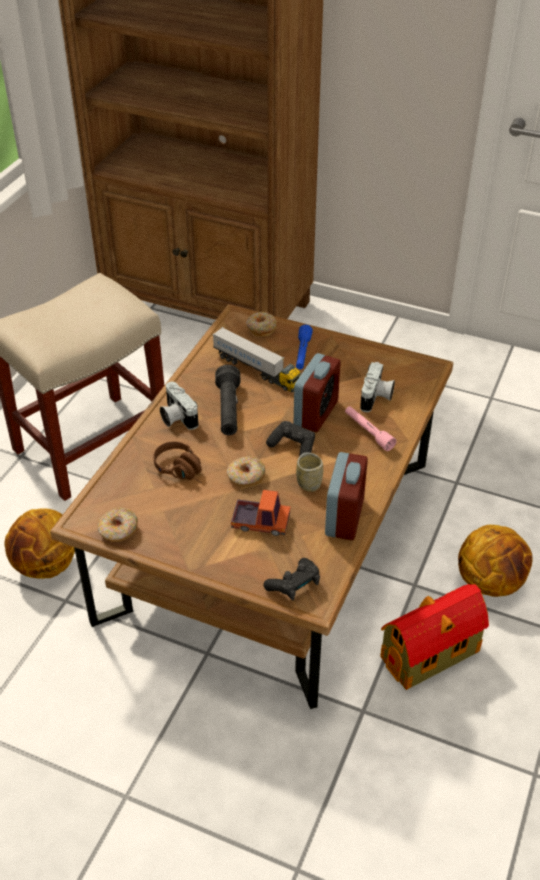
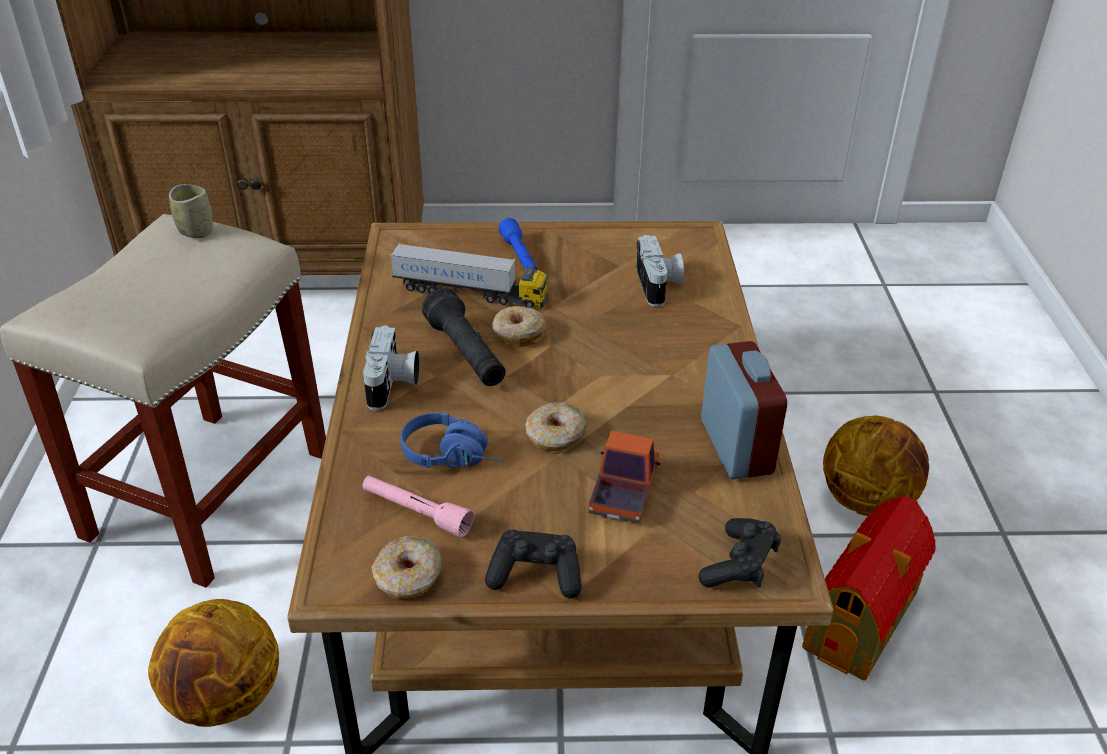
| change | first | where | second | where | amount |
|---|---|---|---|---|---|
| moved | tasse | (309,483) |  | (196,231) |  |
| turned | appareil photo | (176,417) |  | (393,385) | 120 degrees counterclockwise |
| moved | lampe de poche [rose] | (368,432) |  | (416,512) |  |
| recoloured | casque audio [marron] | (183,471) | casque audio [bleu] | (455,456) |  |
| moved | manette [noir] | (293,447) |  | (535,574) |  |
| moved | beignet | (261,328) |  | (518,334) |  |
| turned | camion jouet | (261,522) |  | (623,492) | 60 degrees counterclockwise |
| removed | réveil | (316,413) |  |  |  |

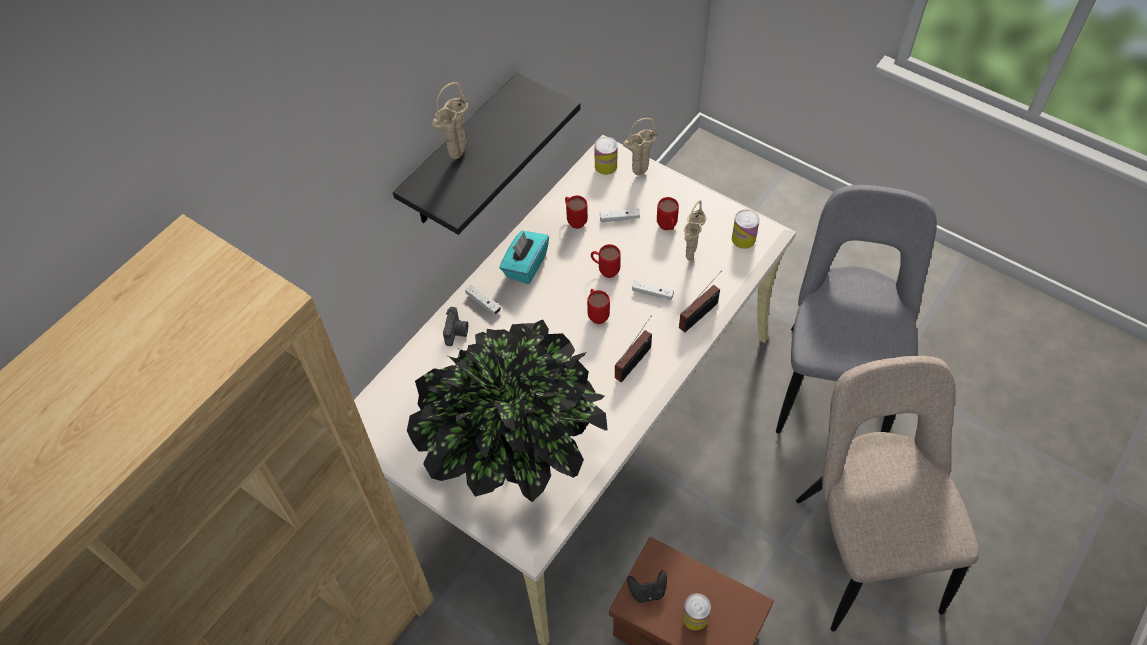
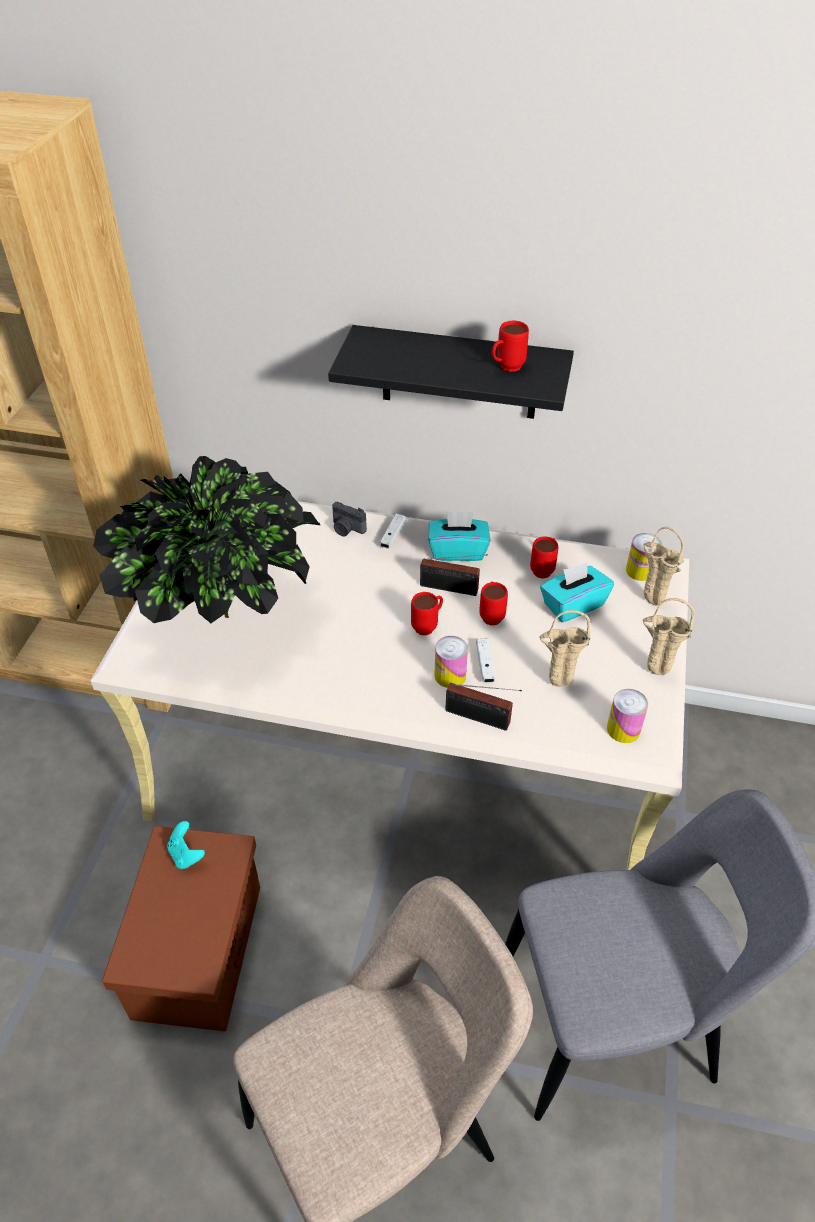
| change | first | where | second | where | amount |
|---|---|---|---|---|---|
| recoloured | manette [noir] | (647,591) | manette [turquoise] | (186,854) |  |
| turned | appareil photo | (457,332) |  | (346,529) | 45 degrees clockwise |
| moved | radio | (635,361) |  | (452,589) |  |
| moved | boîte métallique | (695,617) |  | (450,675) |  |
| moved | mug [rouge] | (667,228) |  | (506,368) |  |
| replaced | manette [blanc] | (619,218) | boîte à mouchoirs [turquoise] | (573,604) |  |
| moved | vase [beige] | (457,157) |  | (654,672) |  |

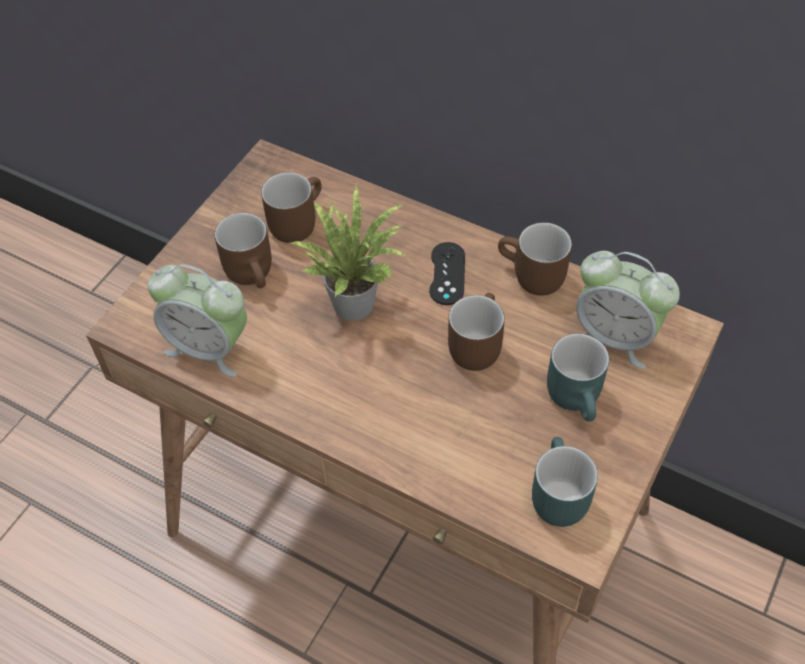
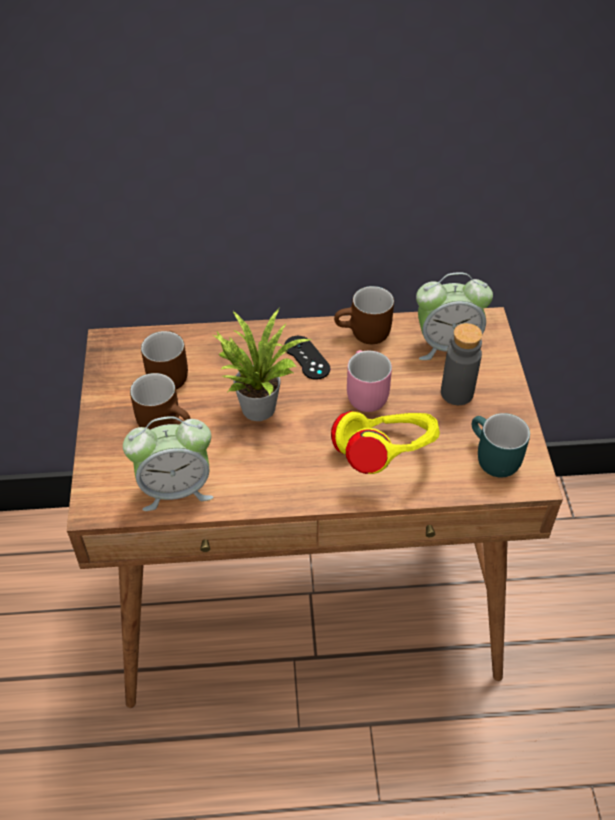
| change | first | where | second | where | amount |
|---|---|---|---|---|---|
| added |  |  | casque audio [jaune] | (385,457) |  |
| recoloured | mug [marron] | (473,344) | mug [rose] | (362,393) |  |
| replaced | mug [turquoise] | (579,398) | bouteille [gris] | (457,393) |  |

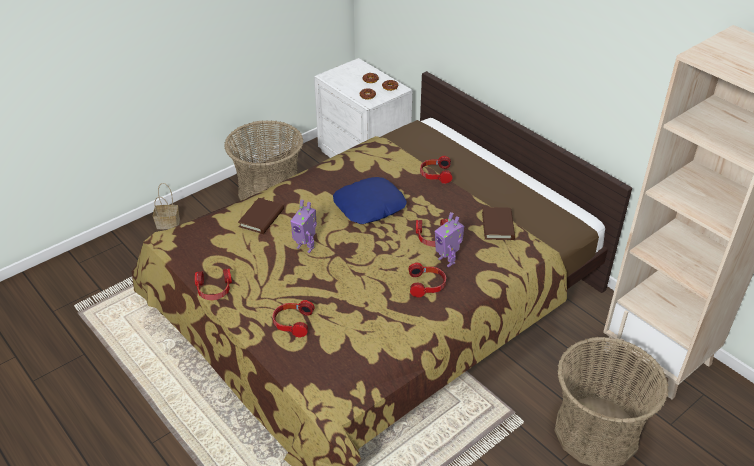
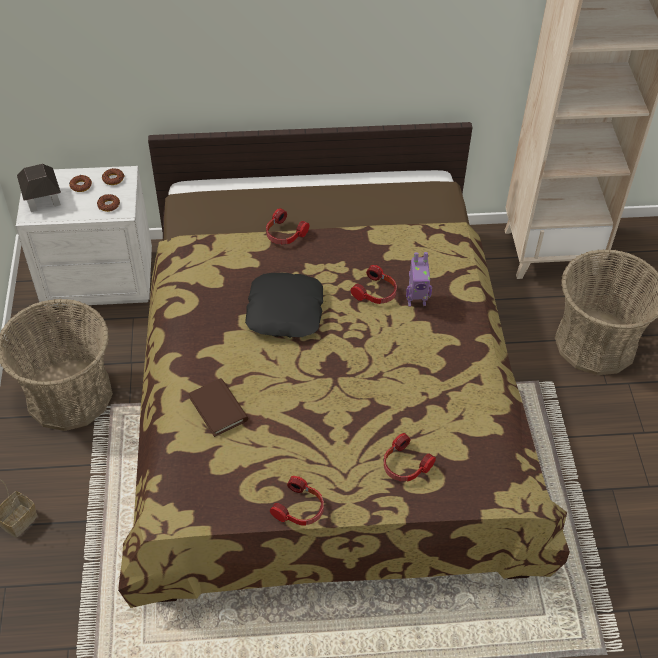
| change | first | where | second | where | amount |
|---|---|---|---|---|---|
| added |  |  | maison miniature | (42,200) |  |
| recoloured | coussin [bleu] | (370,207) | coussin [noir] | (285,311) |  |
| removed | robot jouet | (306,247) |  |  |  |
| removed | casque audio | (427,285) |  |  |  |
| removed | livre [marron] | (498,226) |  |  |  |

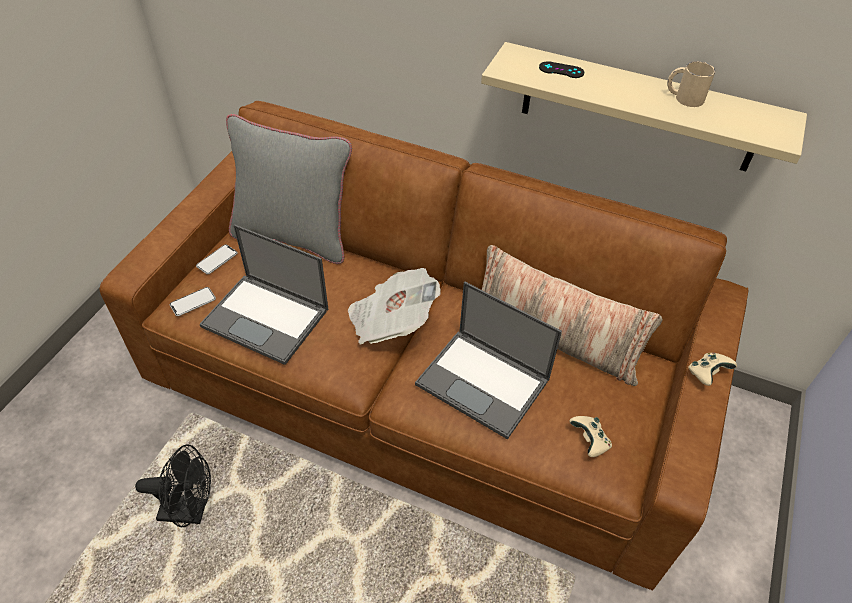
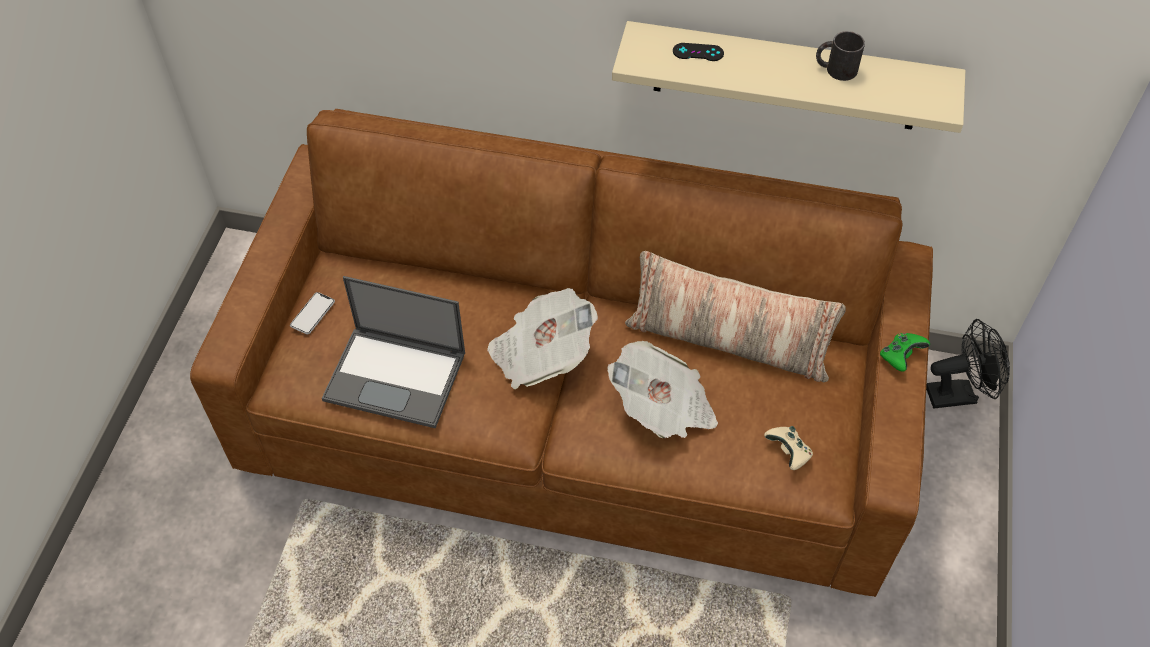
| change | first | where | second | where | amount |
|---|---|---|---|---|---|
| replaced | ordinateur portable | (484,382) | journal | (663,408) |  |
| recoloured | mug [beige] | (683,97) | mug [noir] | (835,69) |  |
| recoloured | manette [beige] | (707,374) | manette [vert] | (900,357) |  |
| moved | ventilateur [noir] | (190,511) |  | (958,394) |  |
| removed | téléphone | (193,302) |  |  |  |
| removed | coussin [gris] | (294,236) |  |  |  |

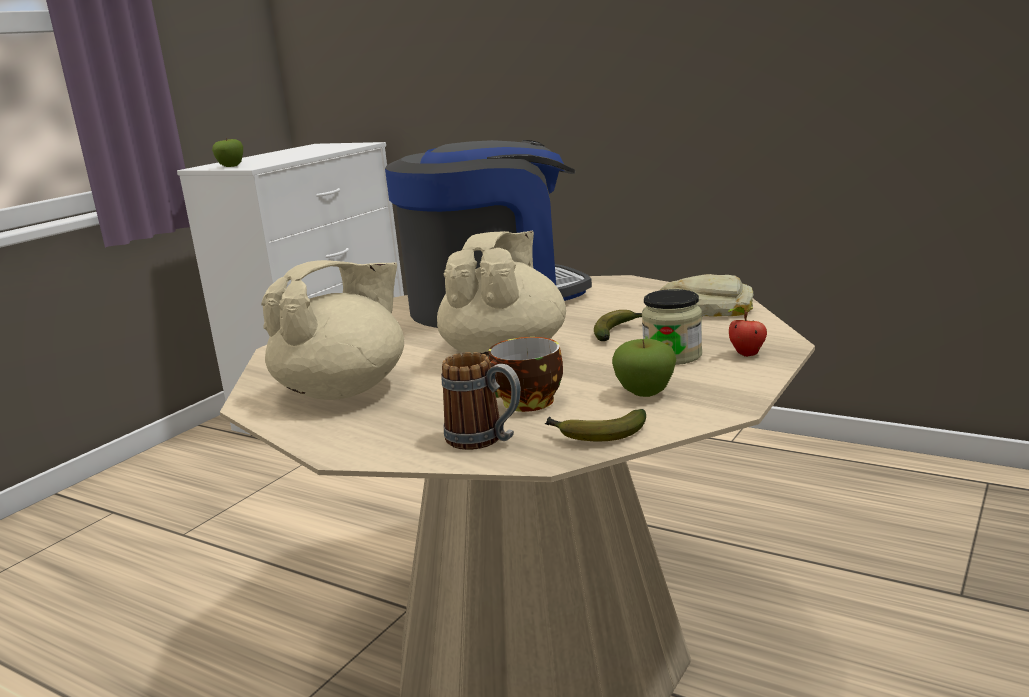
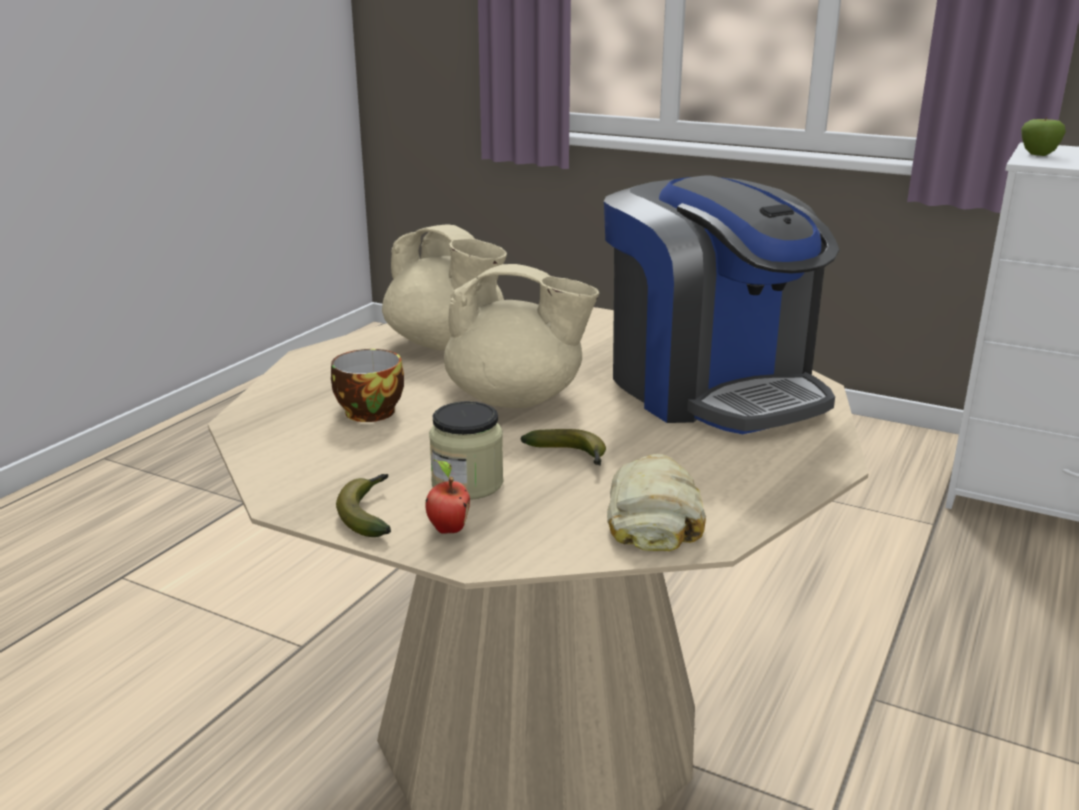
| change | first | where | second | where | amount |
|---|---|---|---|---|---|
| moved | banane | (595,435) |  | (369,513) |  |
| removed | mug | (485,440) |  |  |  |
| removed | pomme | (645,393) |  |  |  |

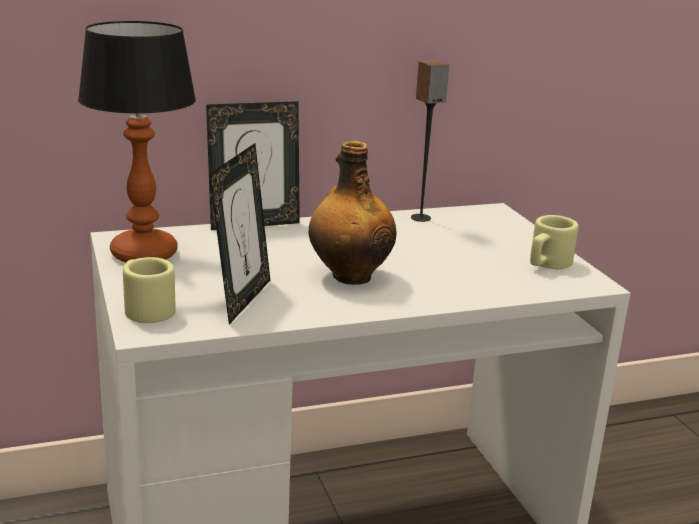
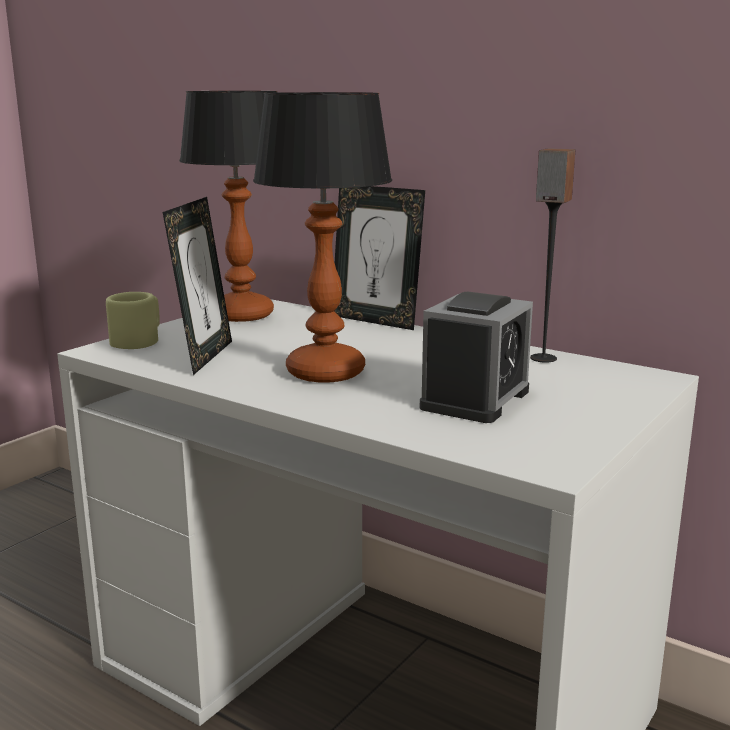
| change | first | where | second | where | amount |
|---|---|---|---|---|---|
| turned | cadre photo | (242,299) |  | (204,356) | 60 degrees counterclockwise |
| replaced | bouteille | (350,276) | lampe de table | (326,371) |  |
| added |  |  | réveil | (475,399) |  |
| removed | mug [beige] | (547,264) |  |  |  |

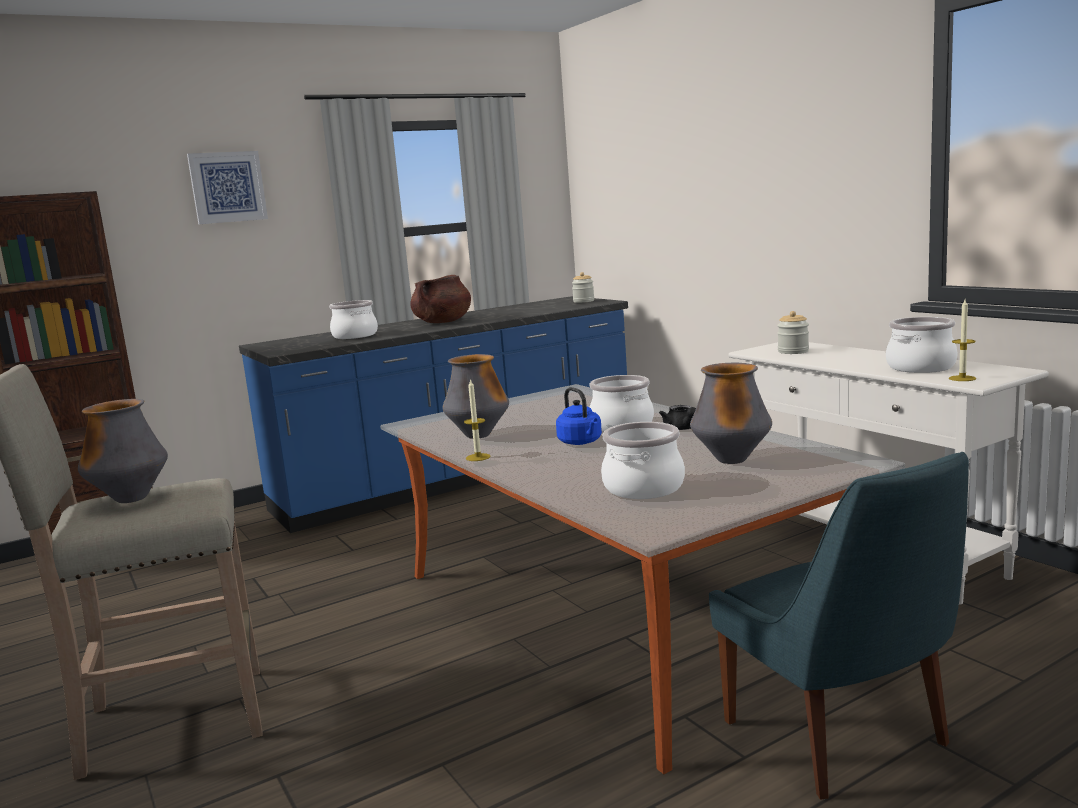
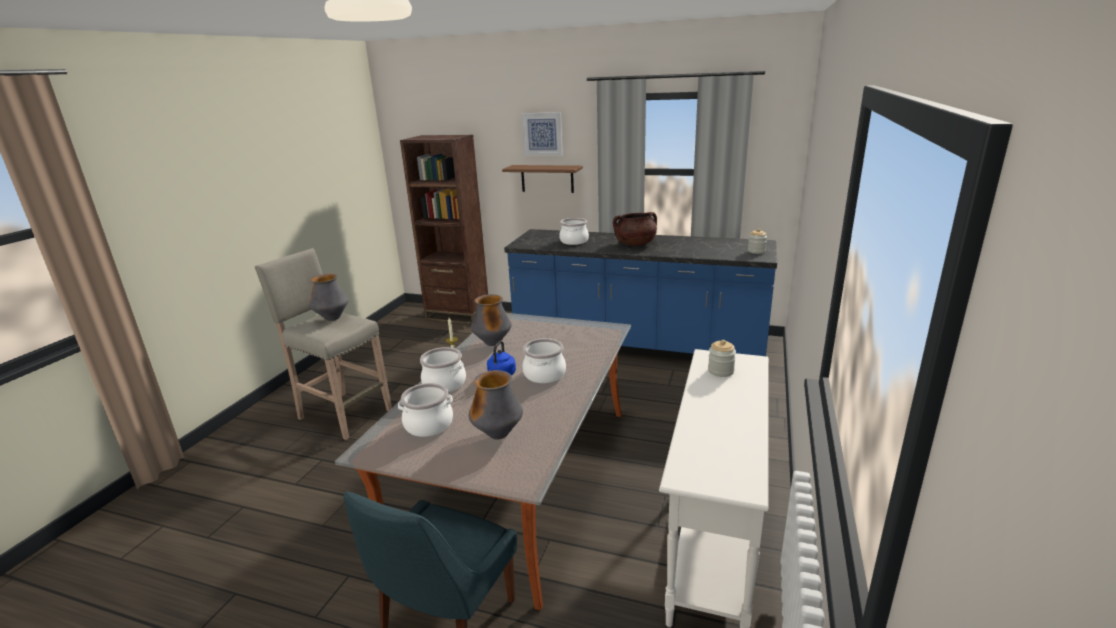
| change | first | where | second | where | amount |
|---|---|---|---|---|---|
| moved | marmite | (920,367) |  | (444,383) |  |
| added |  |  | étagère [marron] | (547,178) |  |
| removed | théière [noir] | (682,428) |  |  |  |
| removed | bougie | (962,378) |  |  |  |

